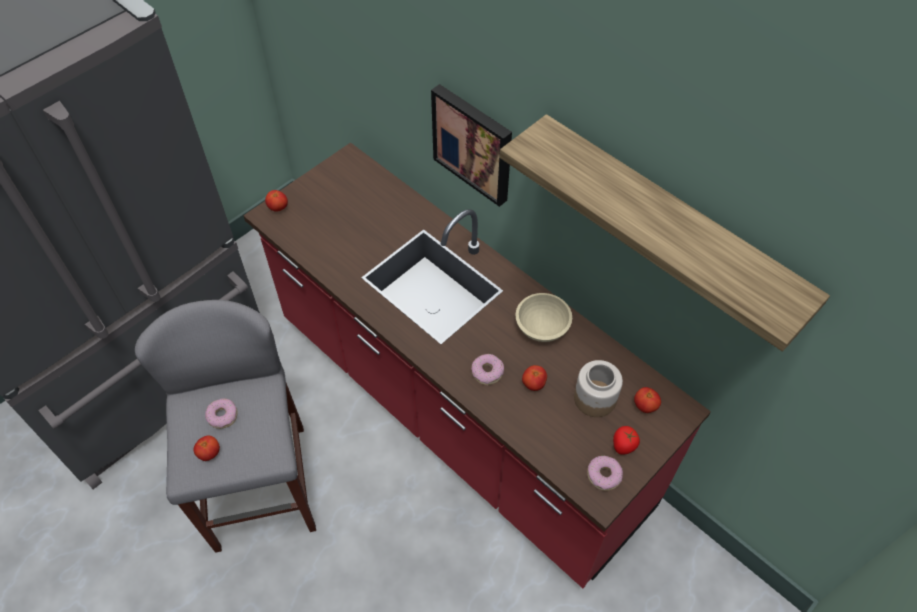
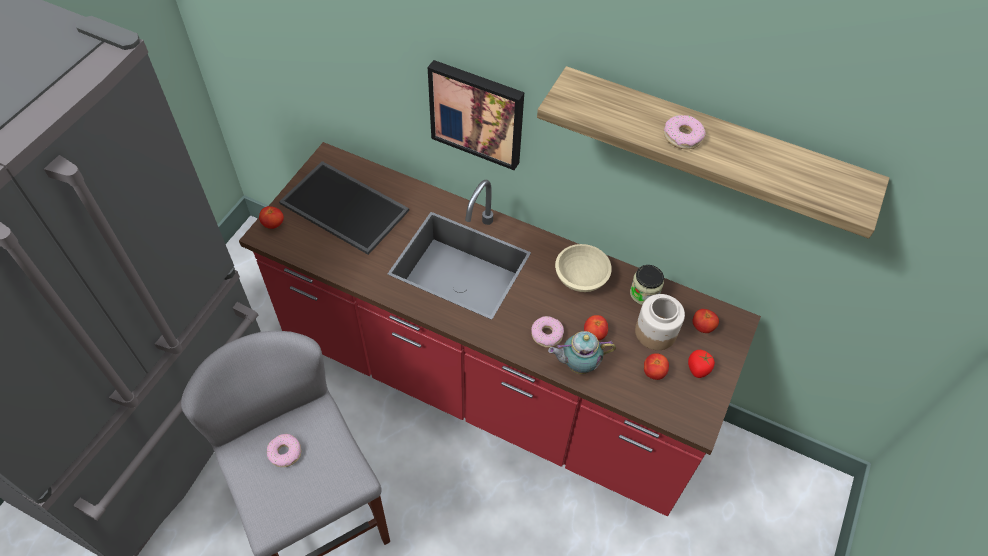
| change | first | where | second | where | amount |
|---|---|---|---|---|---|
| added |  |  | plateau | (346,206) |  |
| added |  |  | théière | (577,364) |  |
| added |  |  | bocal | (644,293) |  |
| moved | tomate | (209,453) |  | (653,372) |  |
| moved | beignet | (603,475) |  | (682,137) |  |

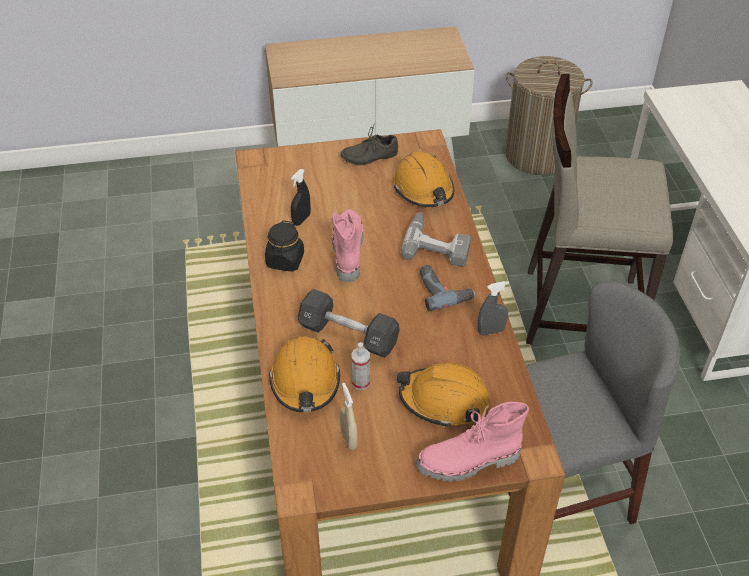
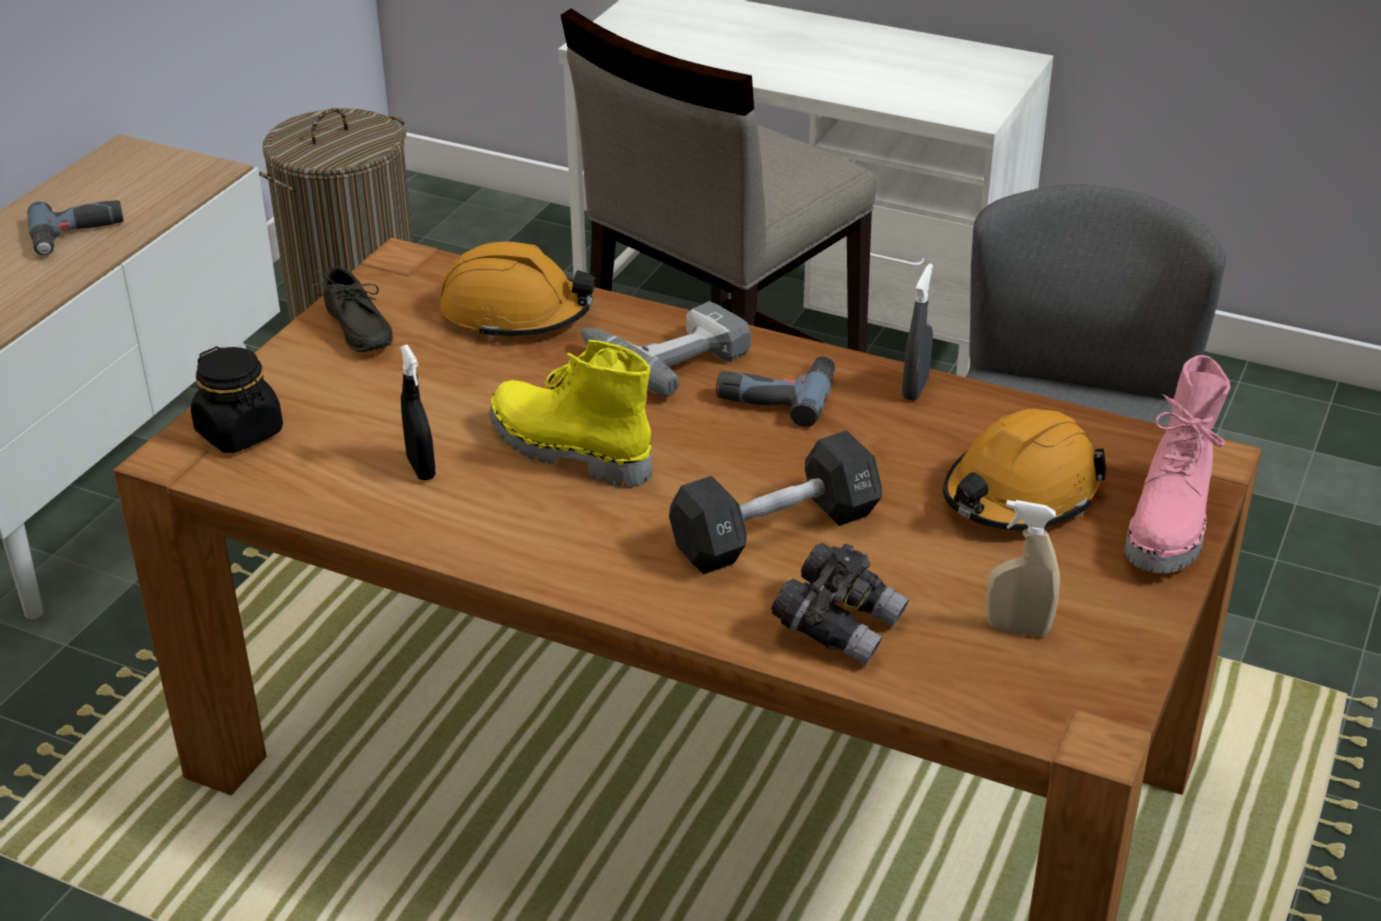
| change | first | where | second | where | amount |
|---|---|---|---|---|---|
| added |  |  | perceuse | (78,236) |  |
| moved | bocal [noir] | (285,260) |  | (240,432) |  |
| turned | chaussure [gris] | (368,155) |  | (354,330) | 45 degrees counterclockwise |
| recoloured | botte [rose] | (347,251) | botte [jaune] | (567,451) |  |
| replaced | casque de chantier [orange] | (305,382) | jumelles [gris] | (839,626) |  |
| removed | vaporisateur | (361,382) |  |  |  |

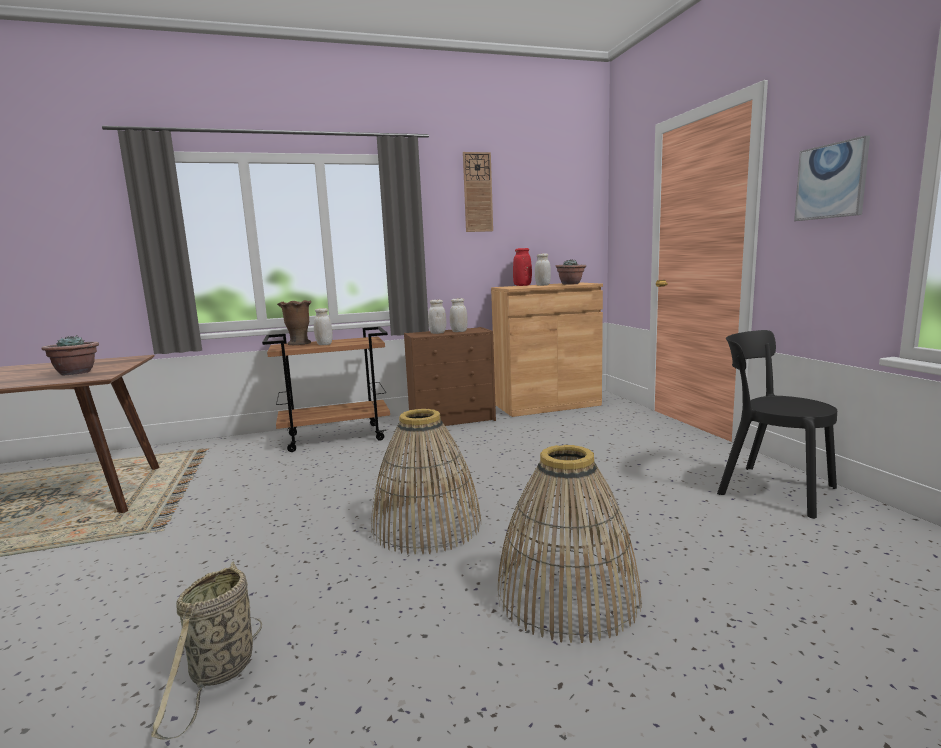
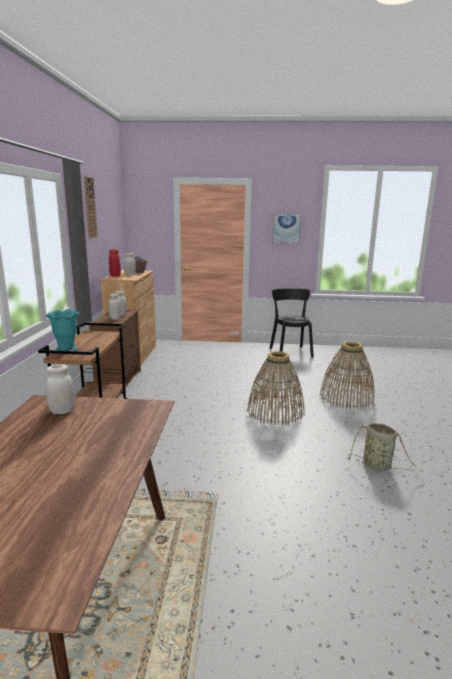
| change | first | where | second | where | amount |
|---|---|---|---|---|---|
| recoloured | vase [marron] | (299,343) | vase [turquoise] | (66,350) |  |
| moved | bocal [blanc] | (324,344) |  | (62,411) |  |
| turned | chaise [noir] | (770,489) |  | (290,351) | 105 degrees clockwise |
| removed | plante en pot | (76,373) |  |  |  |

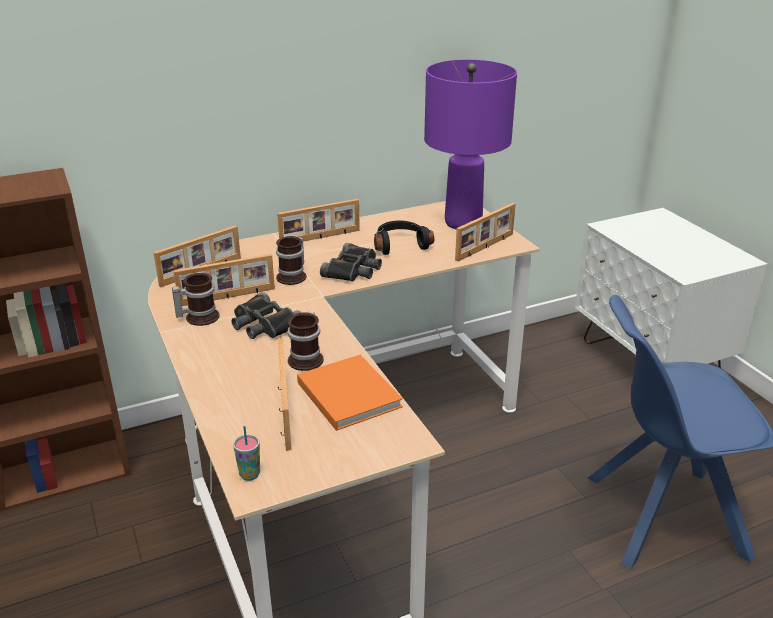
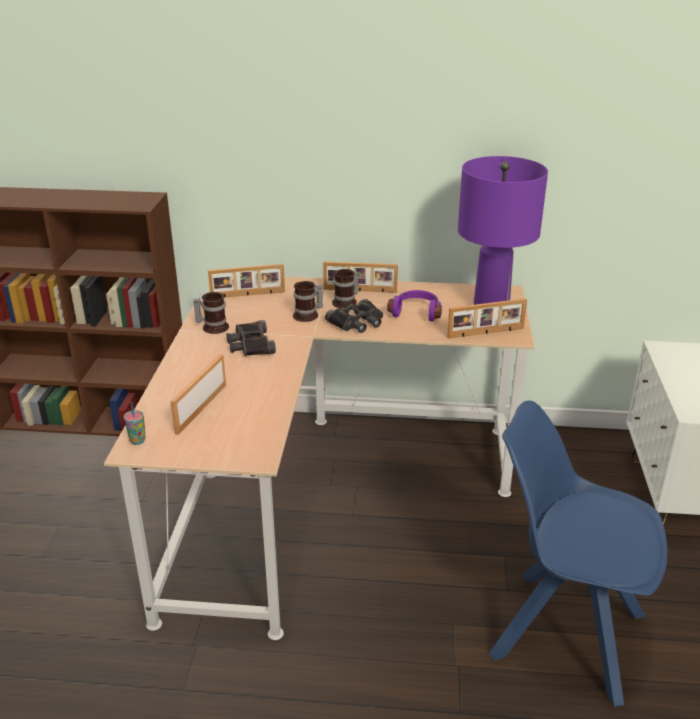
| change | first | where | second | where | amount |
|---|---|---|---|---|---|
| moved | mug | (308,358) |  | (347,302) |  |
| recoloured | casque audio [noir] | (400,244) | casque audio [violet] | (416,312) |  |
| removed | cadre photo | (227,297) |  |  |  |
| removed | livre [orange] | (347,393) |  |  |  |

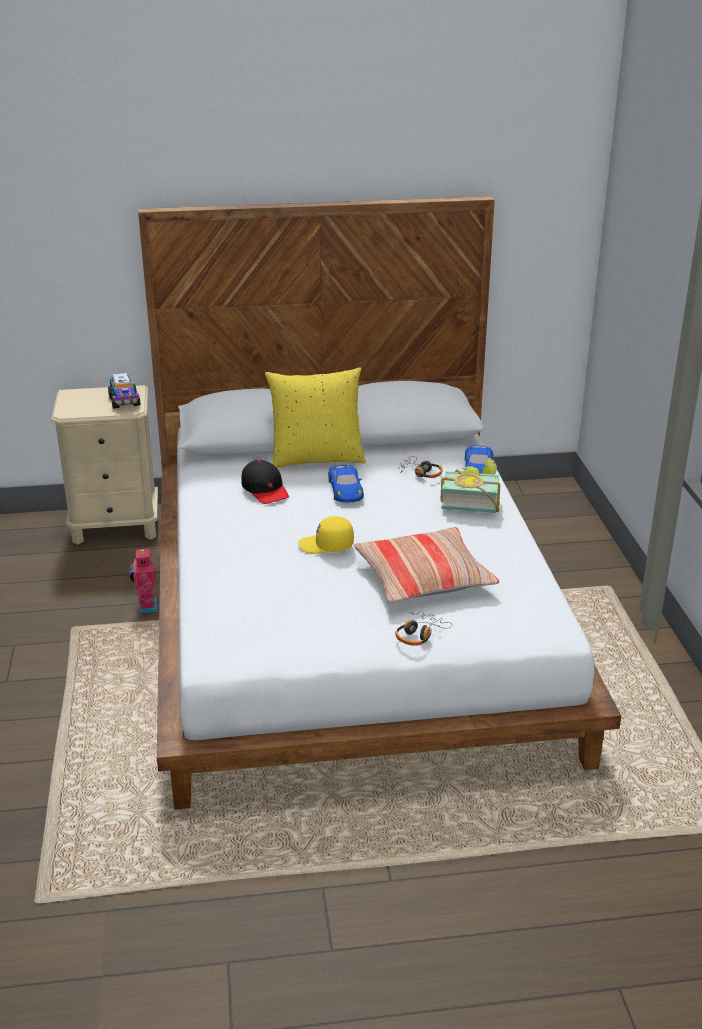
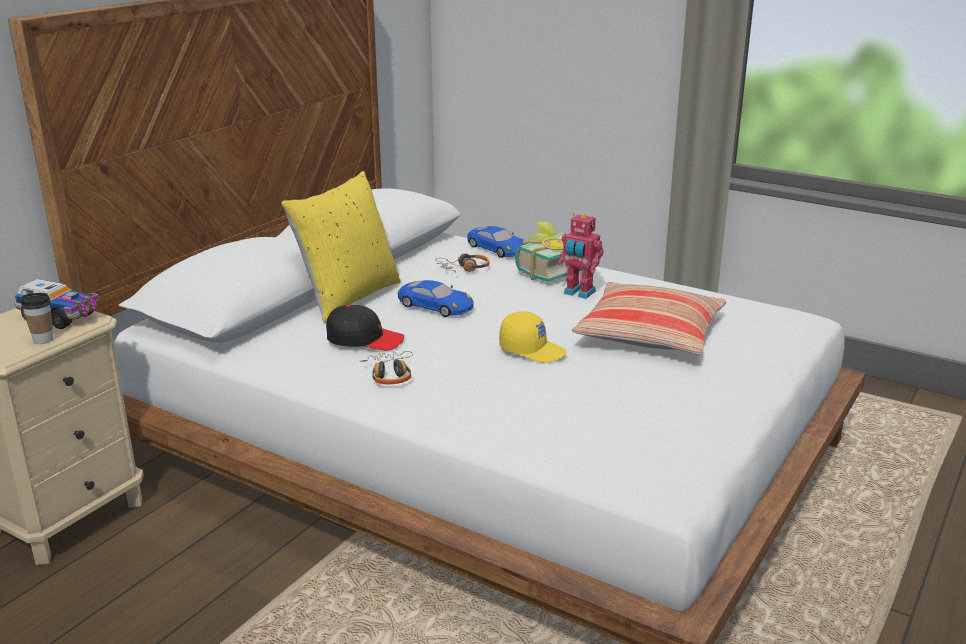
| change | first | where | second | where | amount |
|---|---|---|---|---|---|
| added |  |  | tasse | (43,340) |  |
| moved | casque audio | (419,634) |  | (390,374) |  |
| turned | casquette [jaune] | (326,546) |  | (532,350) | 105 degrees counterclockwise |
| moved | robot jouet | (146,607) |  | (578,293) |  |

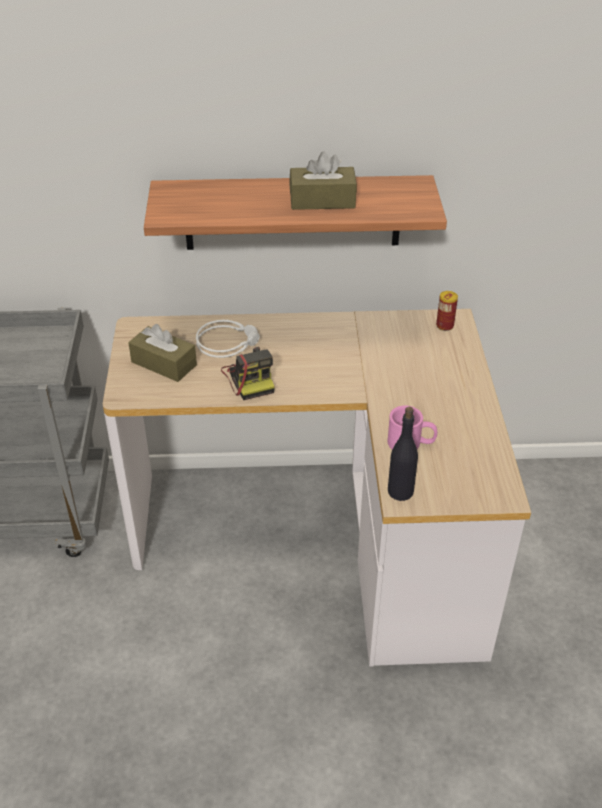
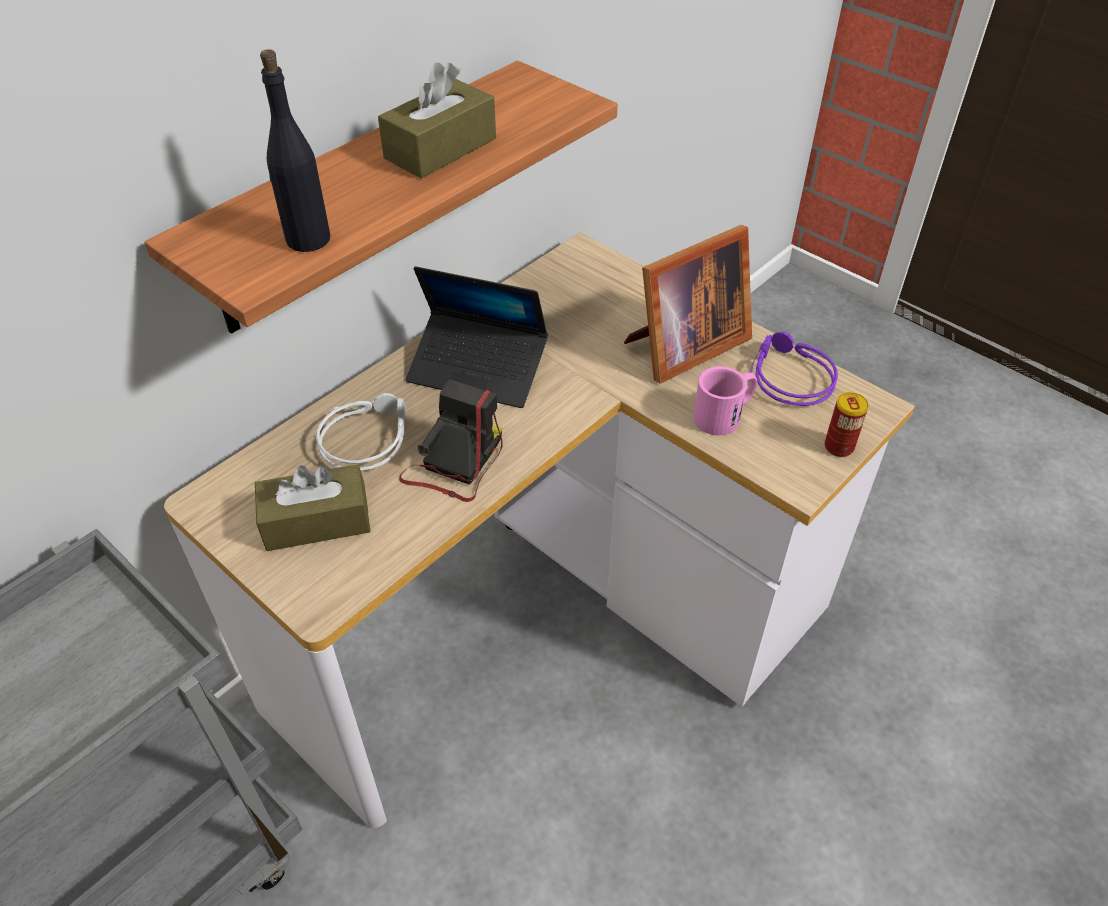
| change | first | where | second | where | amount |
|---|---|---|---|---|---|
| moved | bouteille [noir] | (400,491) |  | (307,239) |  |
| turned | appareil photo | (250,378) |  | (455,463) | 90 degrees counterclockwise |
| added |  |  | ordinateur portable | (478,369) |  |
| added |  |  | cadre photo | (682,347) |  |
| added |  |  | casque audio [violet] | (787,377) |  |
| moved | boîte métallique | (444,326) |  | (839,447) |  |

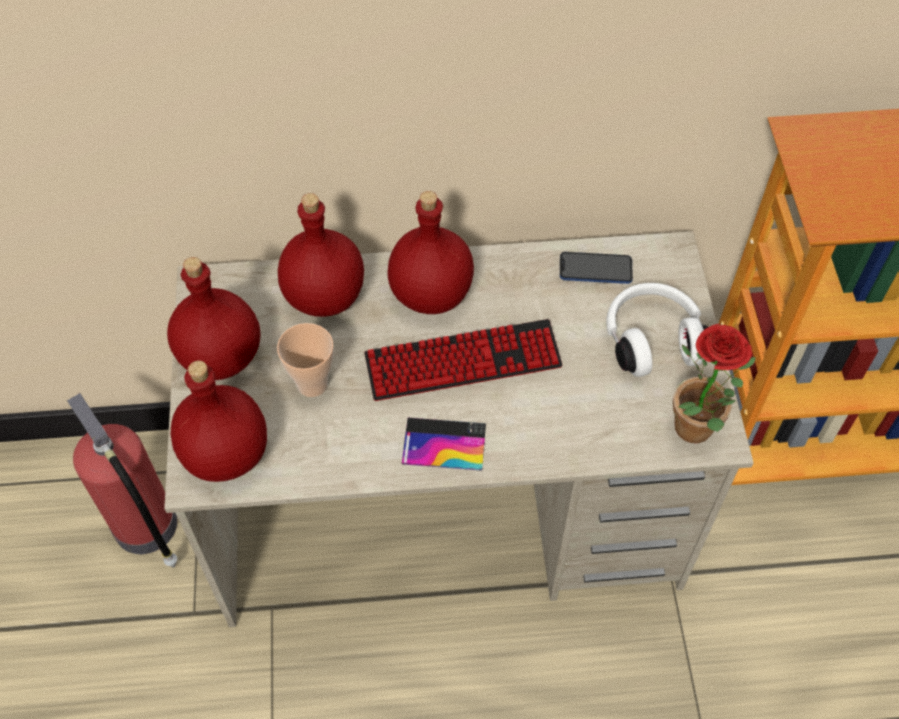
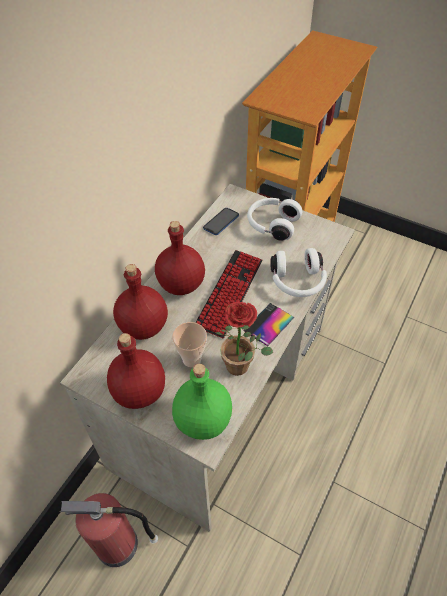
| change | first | where | second | where | amount |
|---|---|---|---|---|---|
| recoloured | bouteille [rouge] | (228,454) | bouteille [vert] | (203,419) |  |
| moved | plante en pot | (696,434) |  | (242,367) |  |
| added |  |  | casque audio [blanc] | (297,282) |  |

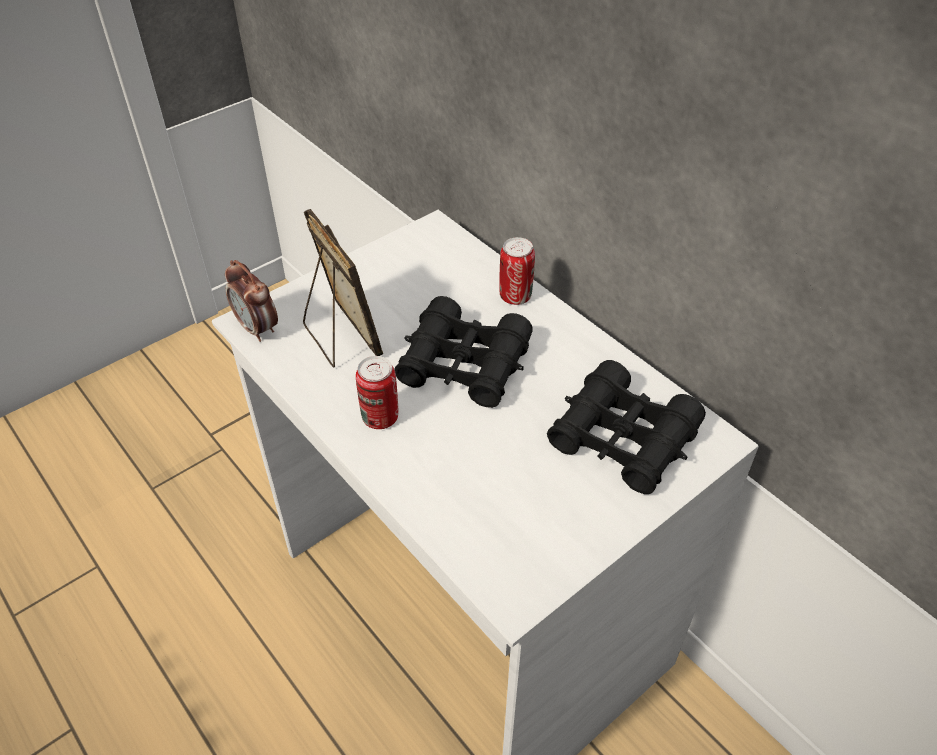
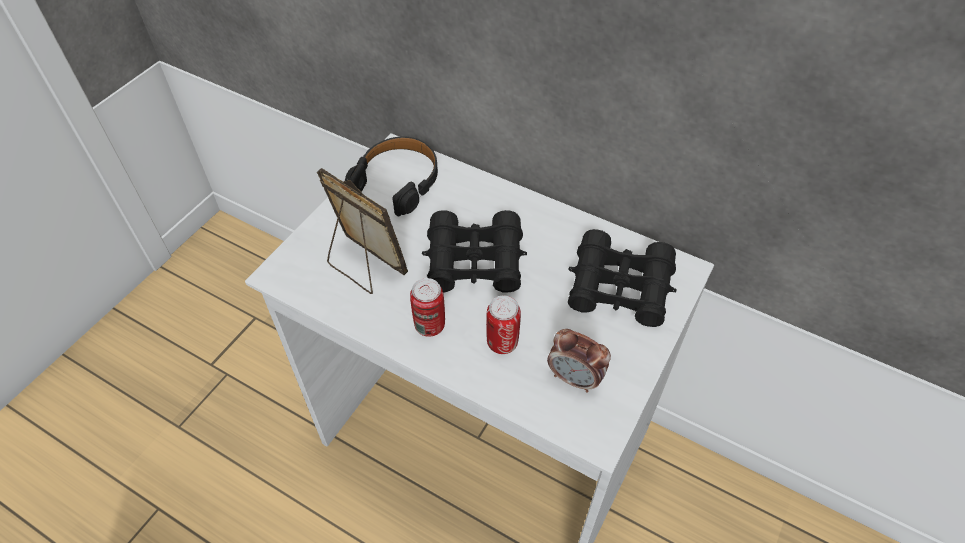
| change | first | where | second | where | amount |
|---|---|---|---|---|---|
| added |  |  | casque audio [noir] | (397,181) |  |
| moved | boîte métallique | (515,296) |  | (502,343) |  |
| moved | réveil | (258,329) |  | (575,378) |  |

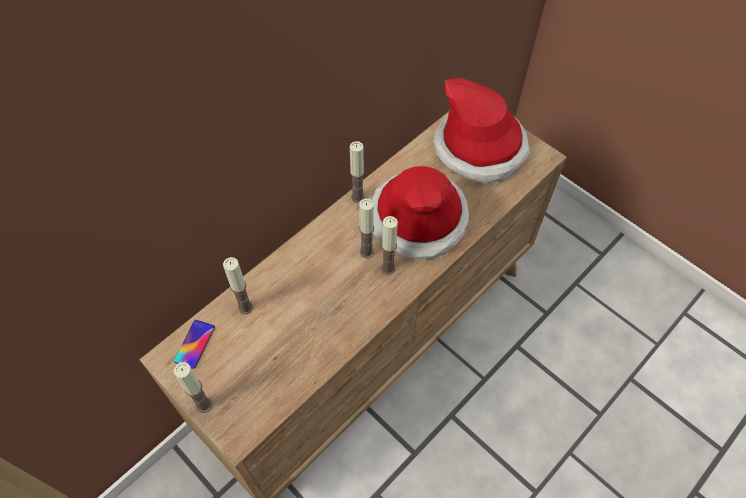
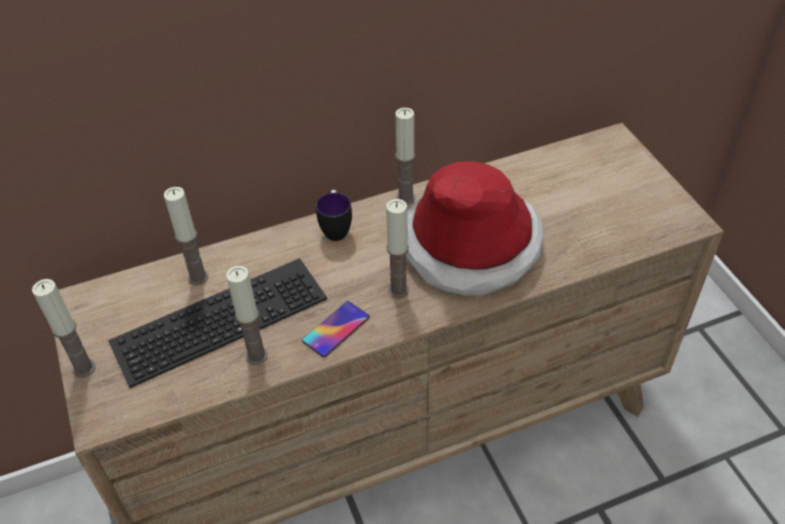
| change | first | where | second | where | amount |
|---|---|---|---|---|---|
| added |  |  | clavier | (220,316) |  |
| moved | bougie | (366,252) |  | (256,356) |  |
| moved | téléphone | (194,344) |  | (336,329) |  |
| added |  |  | mug | (336,228) |  |
| removed | chapeau | (480,149) |  |  |  |

